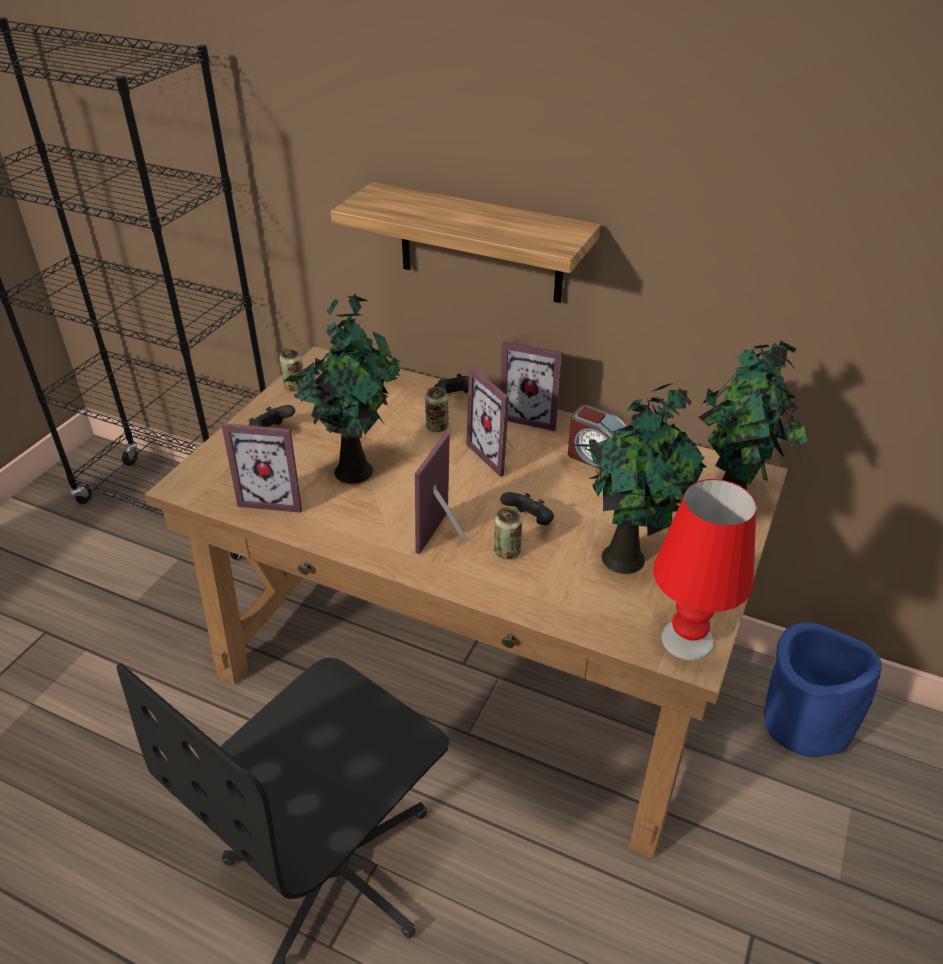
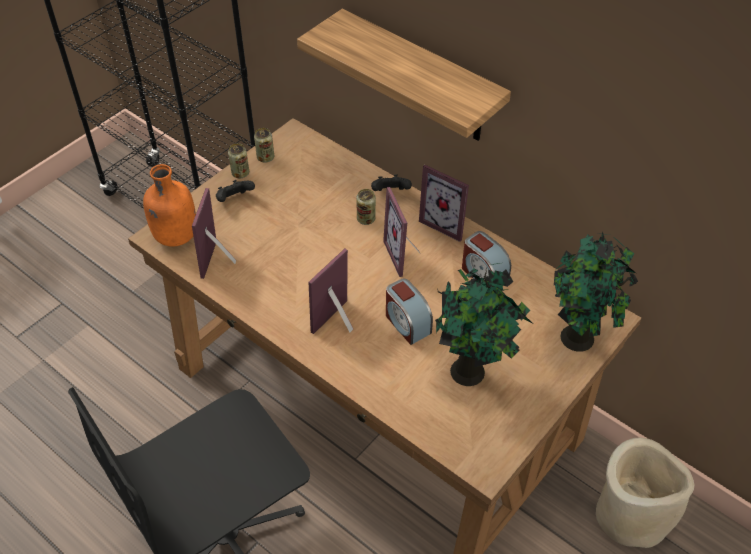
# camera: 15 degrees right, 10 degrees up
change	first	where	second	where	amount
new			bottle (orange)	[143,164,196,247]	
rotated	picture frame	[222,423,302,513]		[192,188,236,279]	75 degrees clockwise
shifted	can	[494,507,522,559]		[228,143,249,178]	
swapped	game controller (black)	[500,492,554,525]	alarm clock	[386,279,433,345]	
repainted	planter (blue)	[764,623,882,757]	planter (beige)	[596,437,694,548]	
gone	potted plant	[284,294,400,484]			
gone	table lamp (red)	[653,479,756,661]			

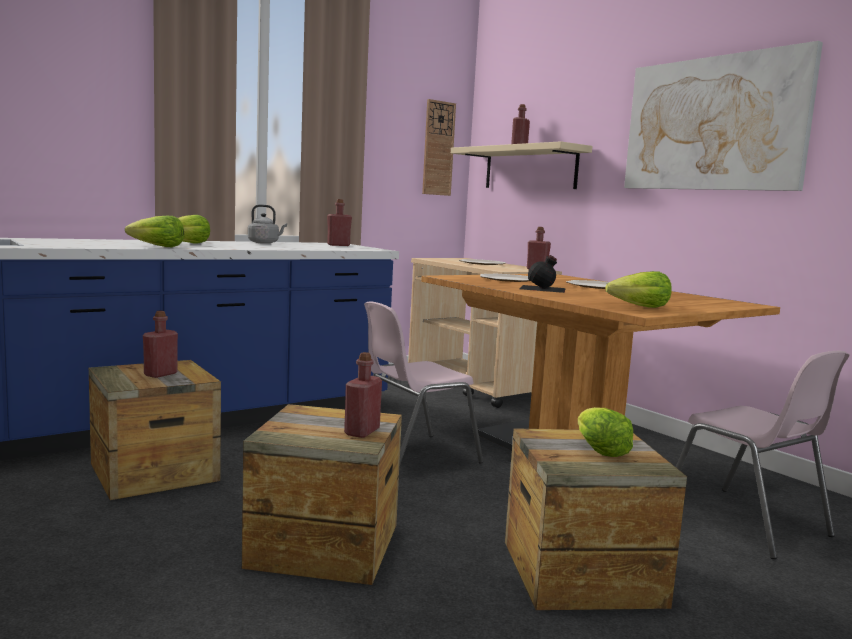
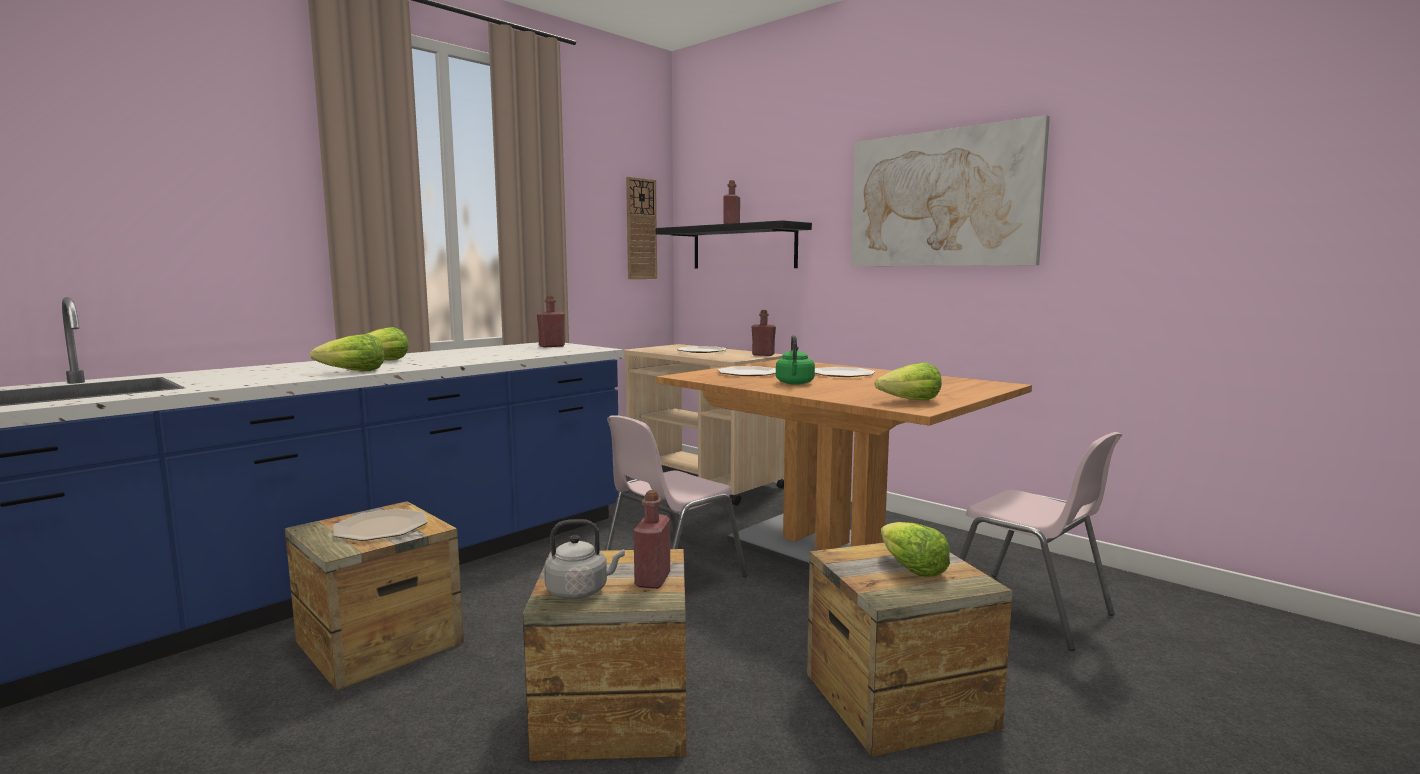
# camera: 10 degrees left, 0 degrees up
change	first	where	second	where	amount
swapped	bottle (red)	[143,311,178,378]	plate	[333,509,427,541]	
shifted	kettle (grey)	[248,204,287,244]		[544,519,625,599]	
repainted	shelf (beige)	[451,141,592,189]	shelf (black)	[656,220,812,269]	
swapped	bottle (black)	[520,255,566,293]	kettle (green)	[776,335,815,385]	

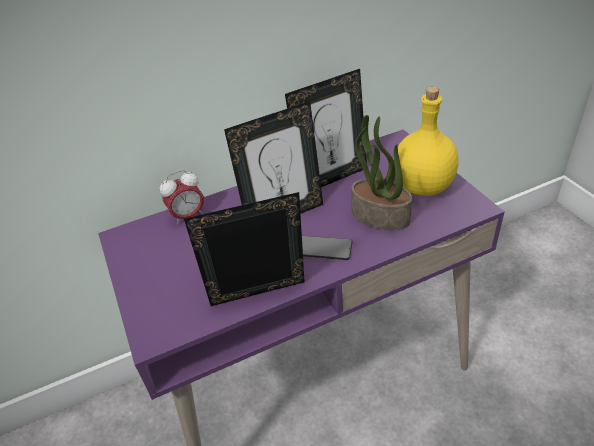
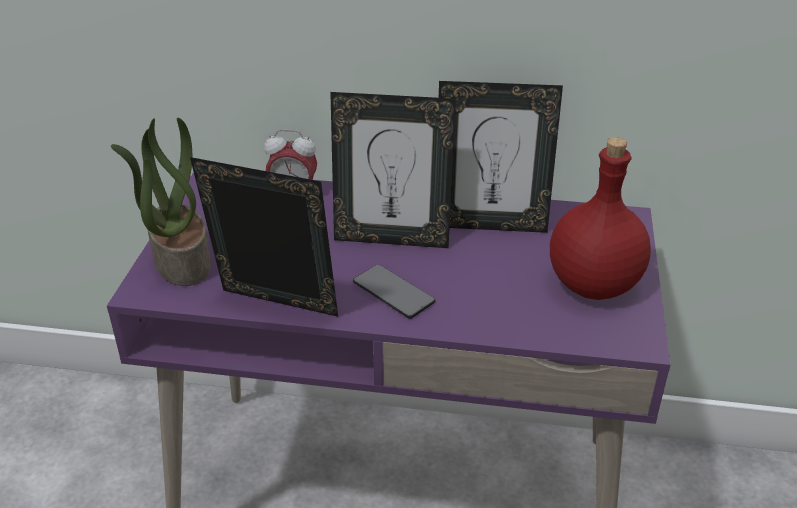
# camera: 30 degrees right, 5 degrees down
change	first	where	second	where	amount
shifted	potted plant	[351,115,412,230]		[111,118,211,286]	
repainted	bottle (yellow)	[393,86,458,196]	bottle (red)	[550,137,651,300]	

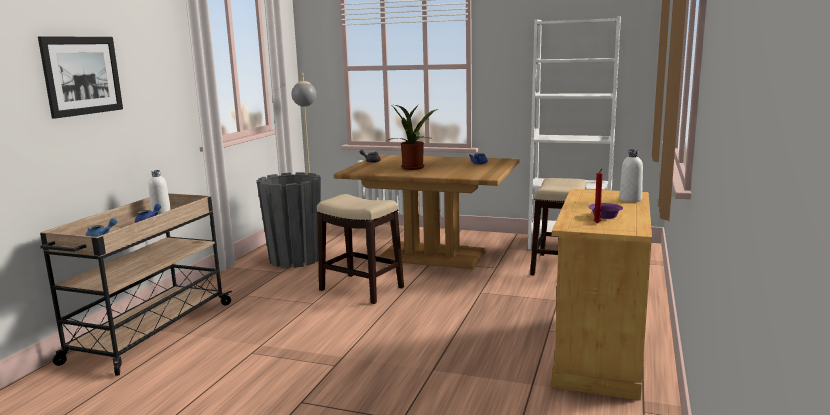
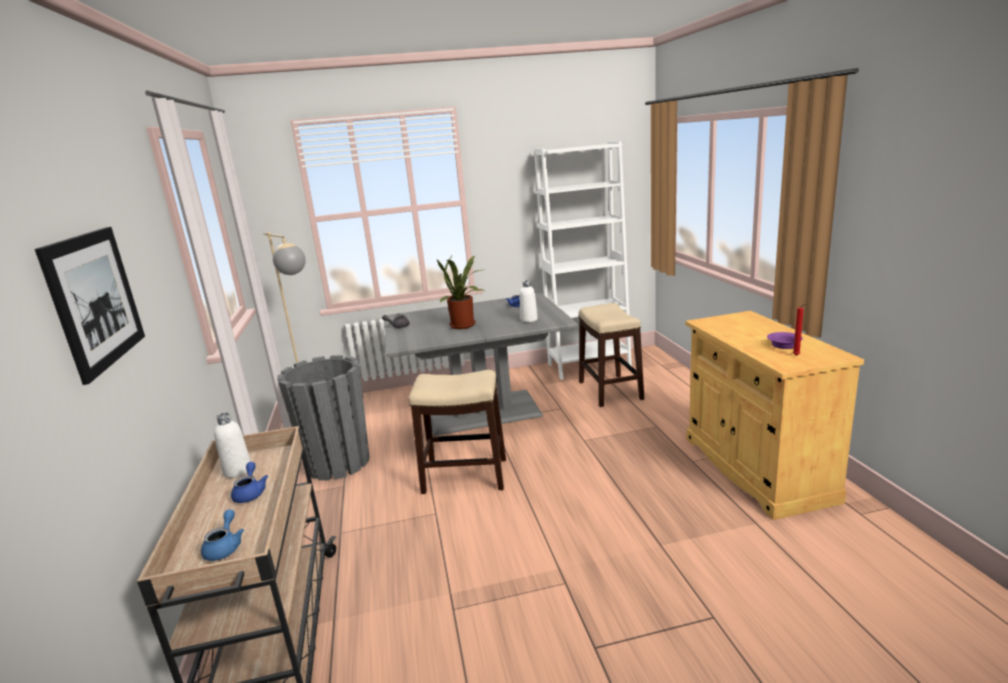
# camera: 30 degrees left, 5 degrees up
change	first	where	second	where	amount
repainted	dining table (brown)	[334,155,519,269]	dining table (grey)	[384,293,578,436]	
shifted	bottle (white)	[619,149,643,202]		[519,280,538,322]	

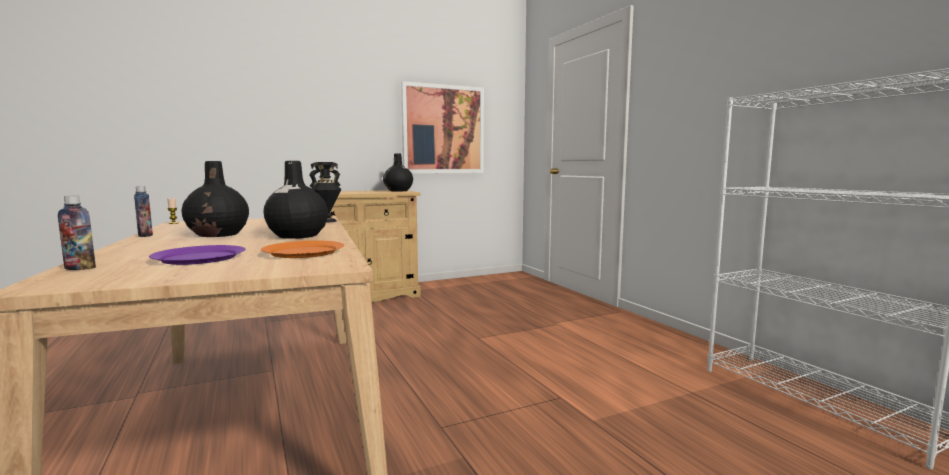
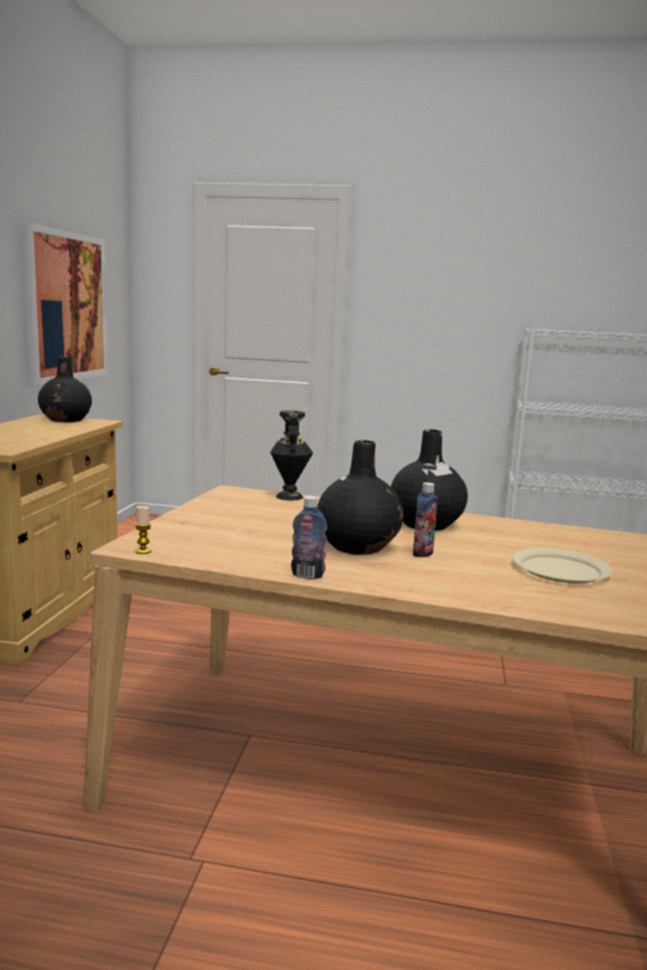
# camera: 55 degrees left, 5 degrees up
change	first	where	second	where	amount
shifted	bottle	[58,196,96,270]		[413,482,438,557]	
repainted	plate (purple)	[149,245,245,265]	plate (beige)	[512,548,613,584]	
gone	plate (orange)	[261,241,344,258]			

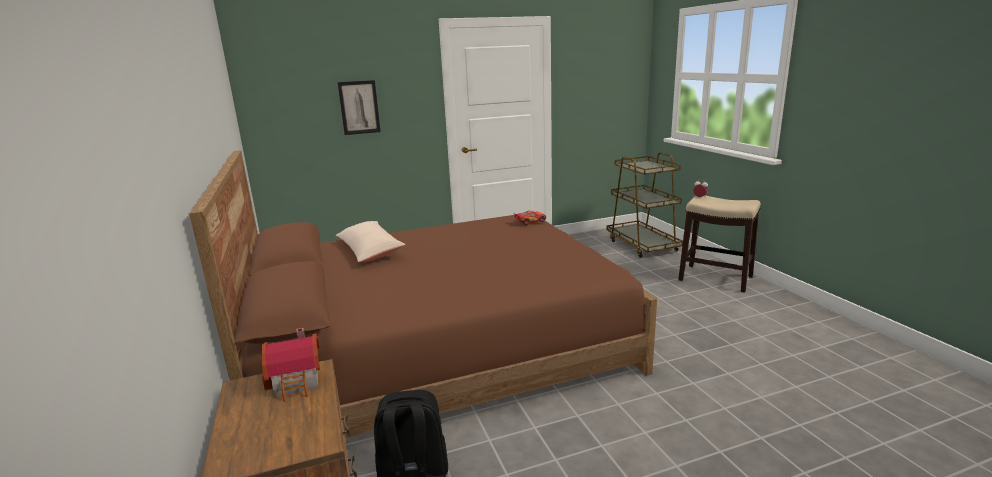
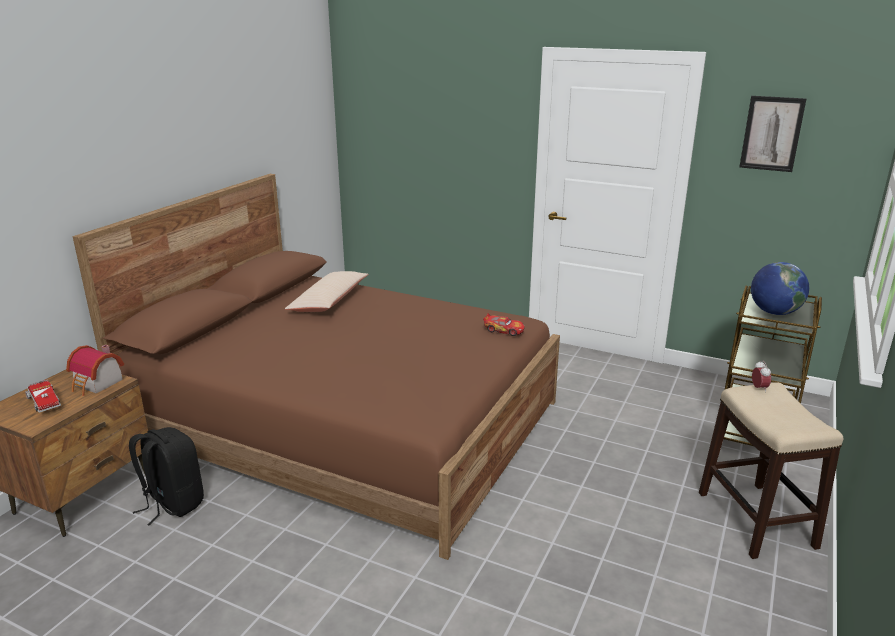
# camera: 45 degrees right, 5 degrees up
change	first	where	second	where	amount
new			toy truck	[25,380,61,412]	
shifted	picture	[338,80,381,135]		[739,96,806,172]	
new			globe	[751,262,809,315]	

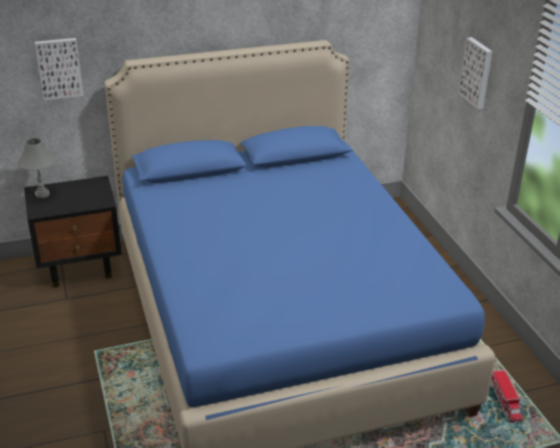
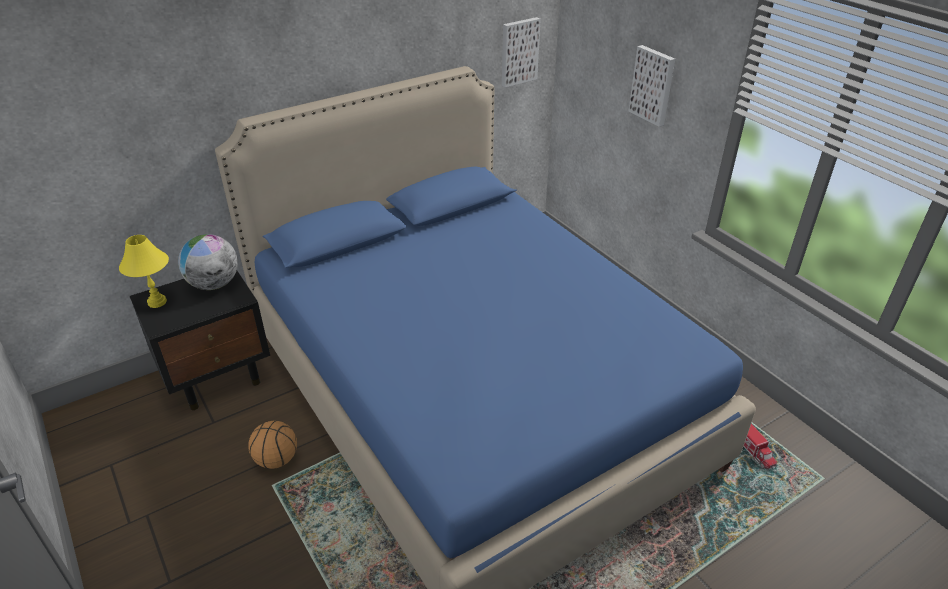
# camera: 15 degrees left, 5 degrees up
change	first	where	second	where	amount
repainted	table lamp (grey)	[18,138,56,198]	table lamp (yellow)	[119,235,169,308]	
new			globe	[178,234,238,290]	
new			basketball	[248,421,297,469]	
shifted	picture	[35,38,84,100]		[502,17,541,88]	

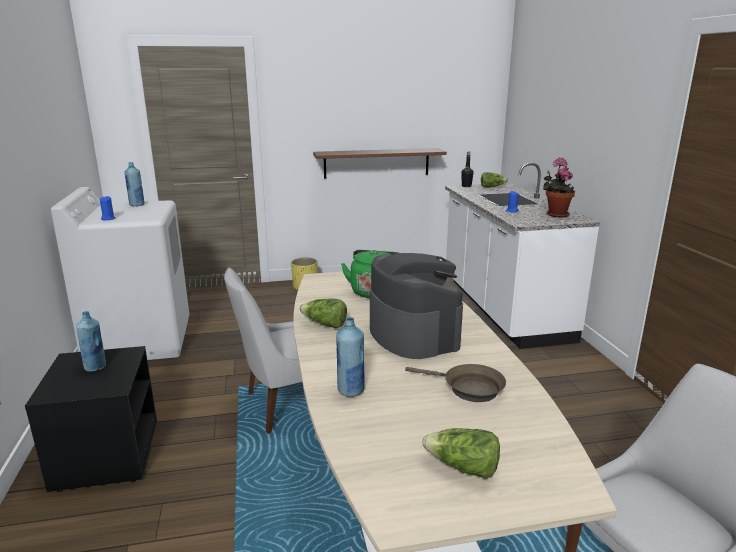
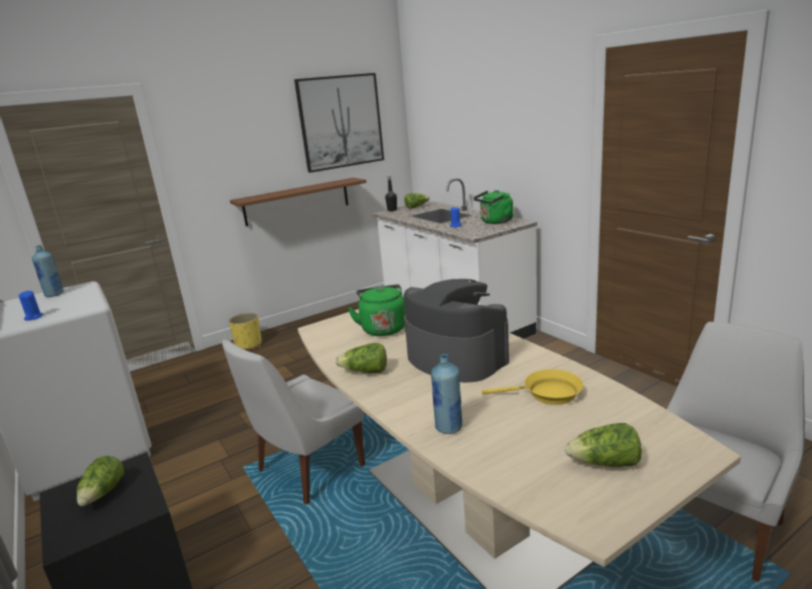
# camera: 20 degrees left, 0 degrees up
change	first	where	second	where	amount
swapped	bottle (blue)	[76,311,106,372]	lettuce	[77,456,124,506]	
new			picture	[294,73,384,173]	
swapped	potted plant	[543,157,575,218]	kettle (green)	[474,190,513,224]	
repainted	frying pan (brown)	[405,364,506,402]	frying pan (yellow)	[482,369,583,405]	

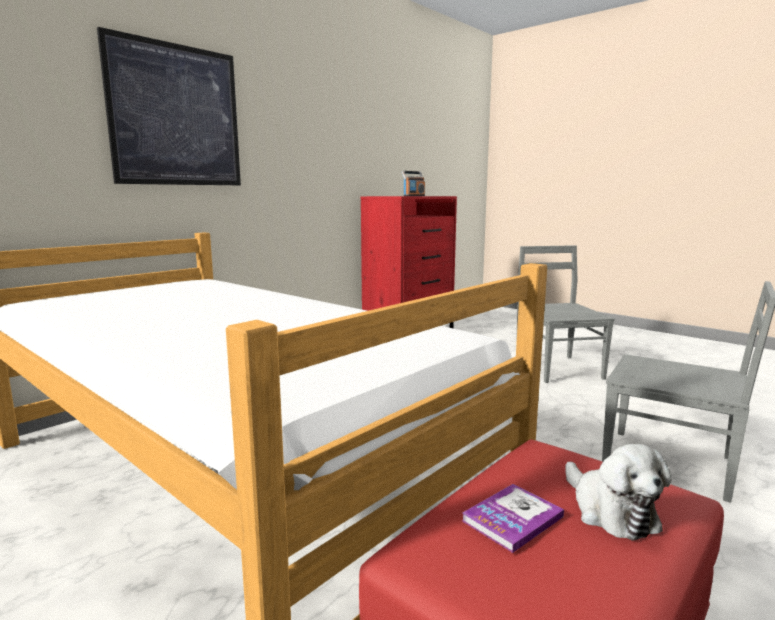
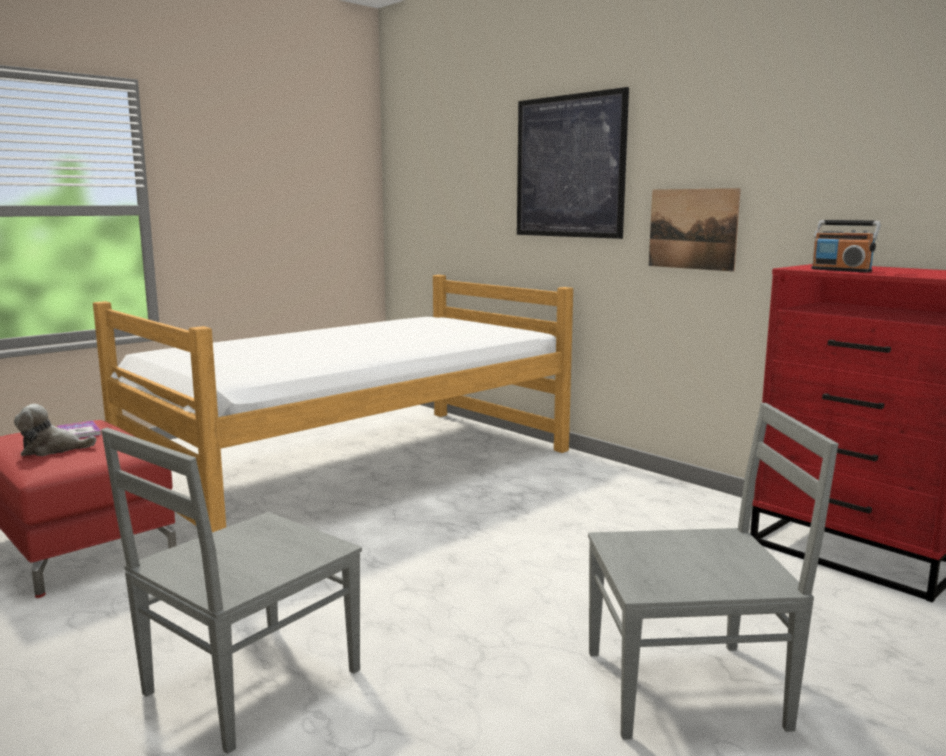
# camera: 95 degrees right, 0 degrees up
change	first	where	second	where	amount
new			picture	[649,188,741,272]	

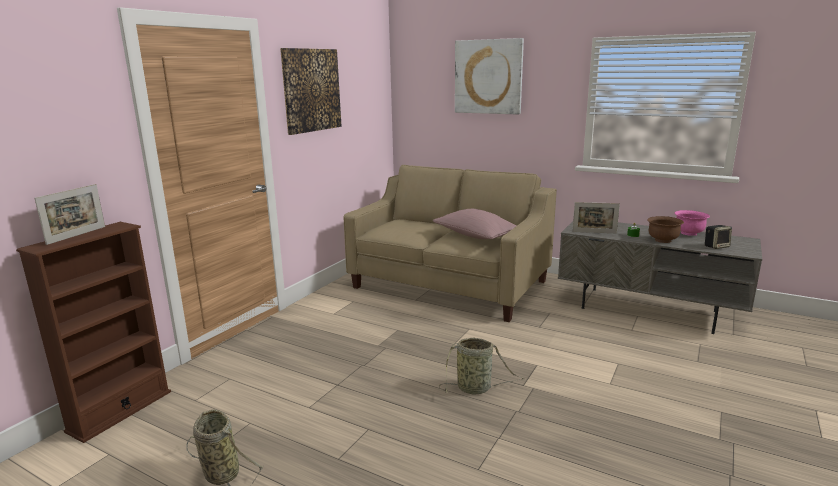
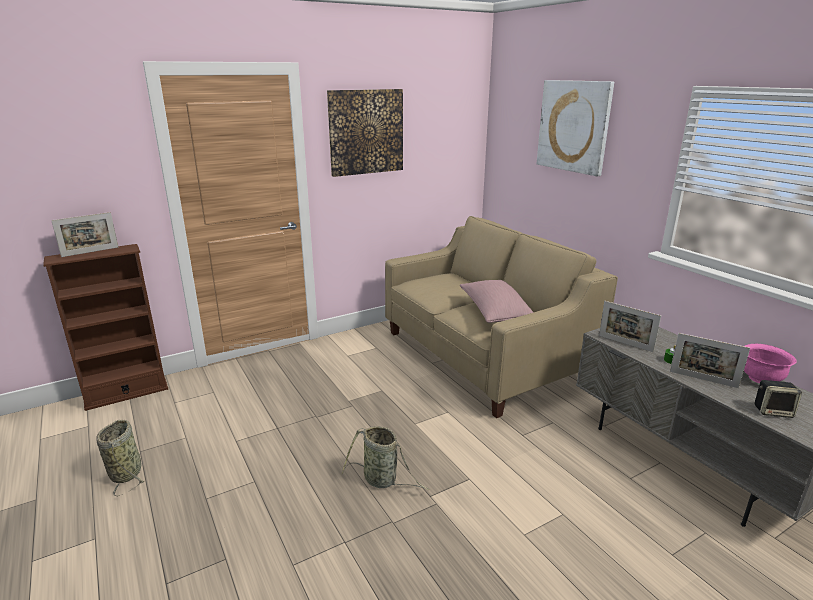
# camera: 30 degrees right, 5 degrees up
change	first	where	second	where	amount
swapped	bowl (brown)	[647,216,684,243]	picture frame	[670,333,750,388]	

